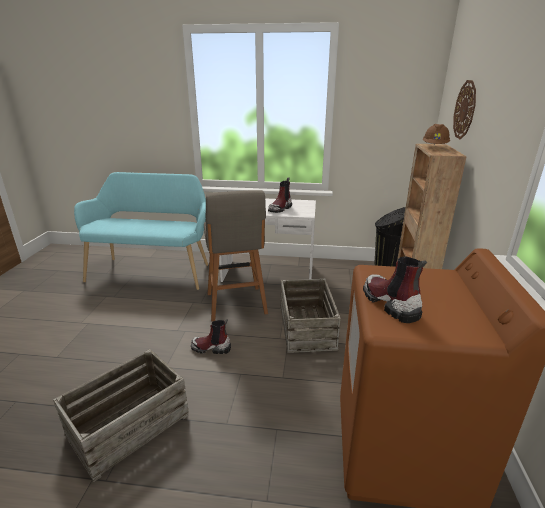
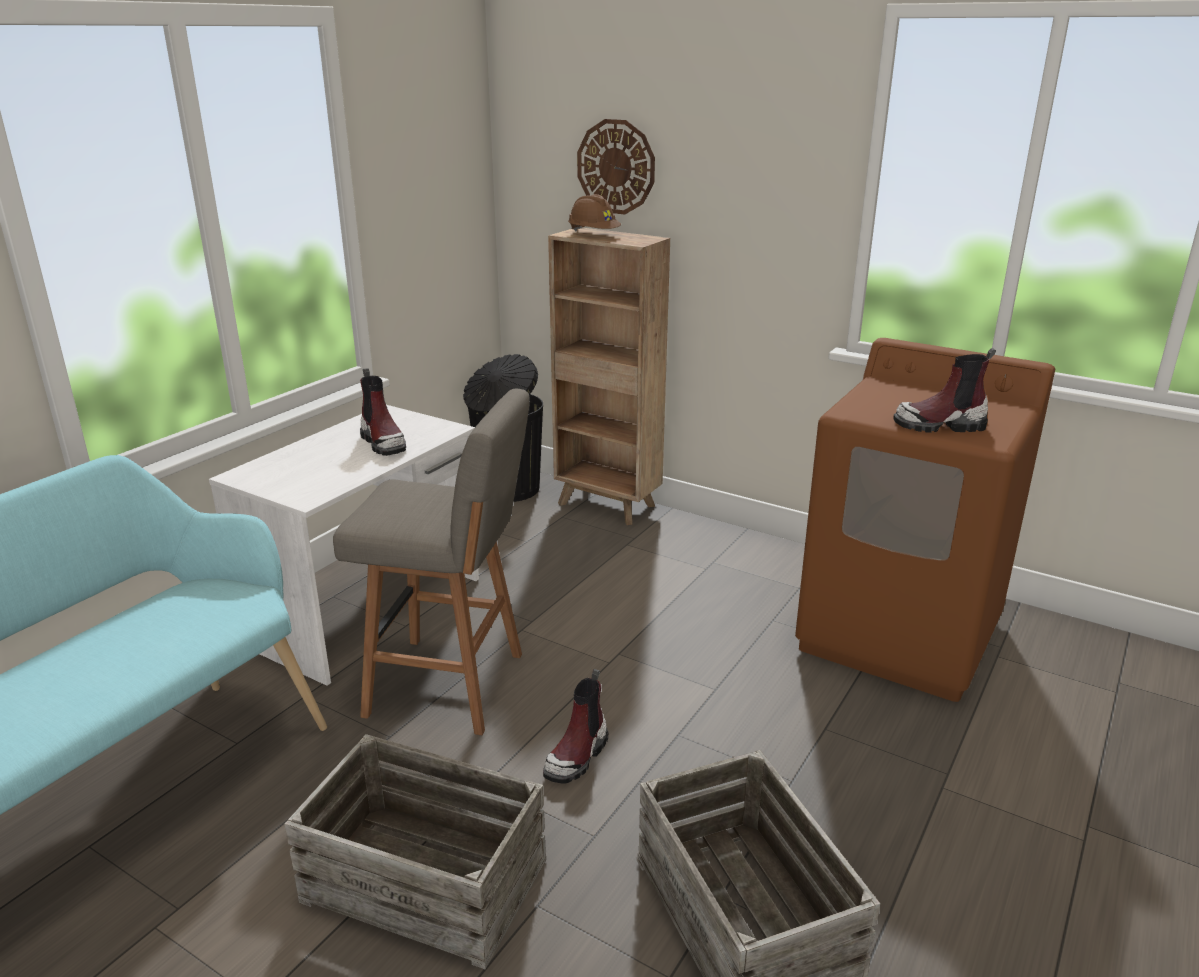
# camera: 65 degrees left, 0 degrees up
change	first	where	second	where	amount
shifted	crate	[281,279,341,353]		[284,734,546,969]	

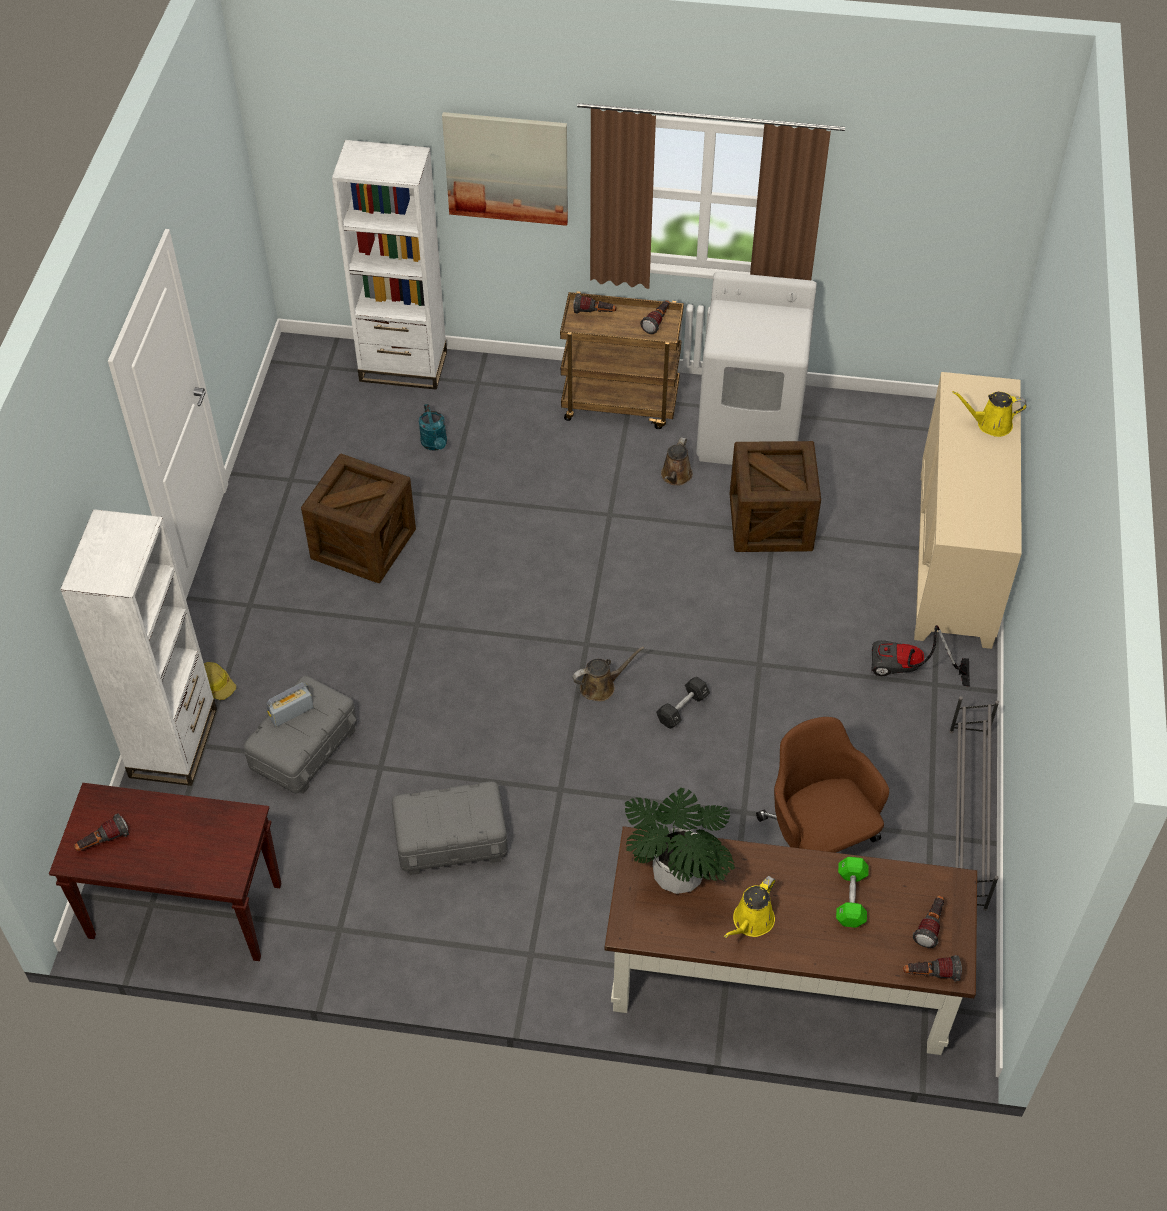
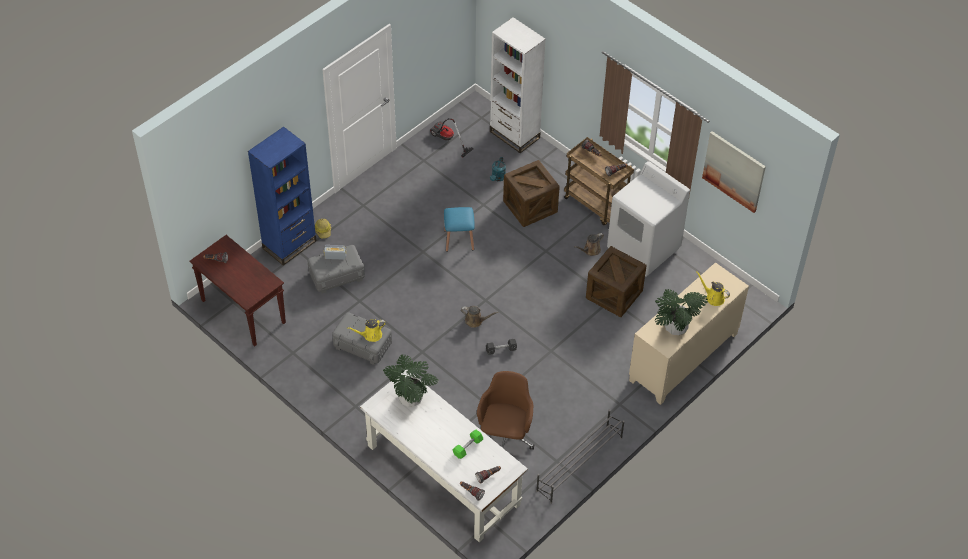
# camera: 35 degrees right, 0 degrees up
change	first	where	second	where	amount
repainted	bookcase (white)	[60,509,217,786]	bookcase (blue)	[248,127,316,265]	
shifted	watering can (yellow)	[724,876,775,938]		[347,319,386,342]	
repainted	desk (brown)	[605,826,977,1055]	desk (white)	[360,370,528,542]	
shifted	vacuum cleaner	[871,625,970,687]		[430,118,474,157]	
new			stool (blue)	[444,207,475,252]	
shifted	crate	[301,454,416,583]		[503,160,560,227]	
new			potted plant	[655,289,708,335]	
shifted	picture	[442,112,568,226]		[702,131,766,213]	

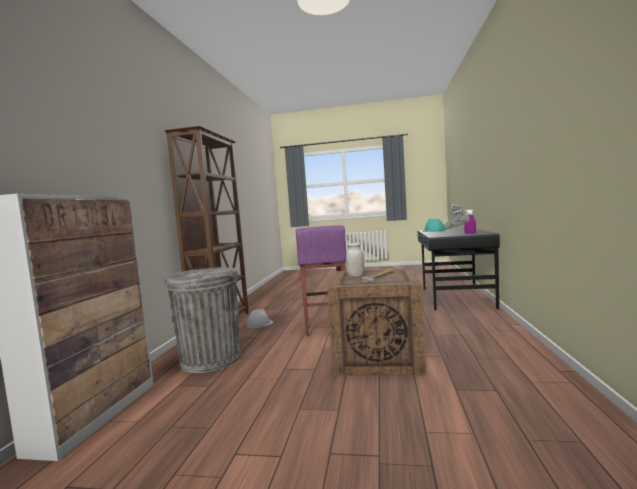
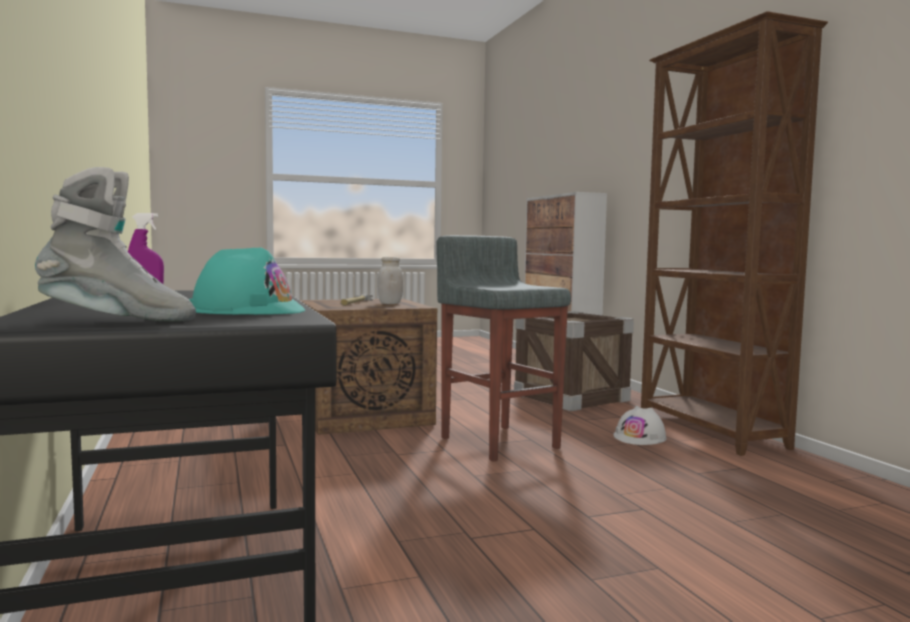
# camera: 150 degrees right, 0 degrees up
change	first	where	second	where	amount
repainted	stool (purple)	[296,225,346,336]	stool (grey)	[436,235,571,462]	
swapped	trash can (grey)	[165,267,240,373]	crate	[514,311,634,411]	

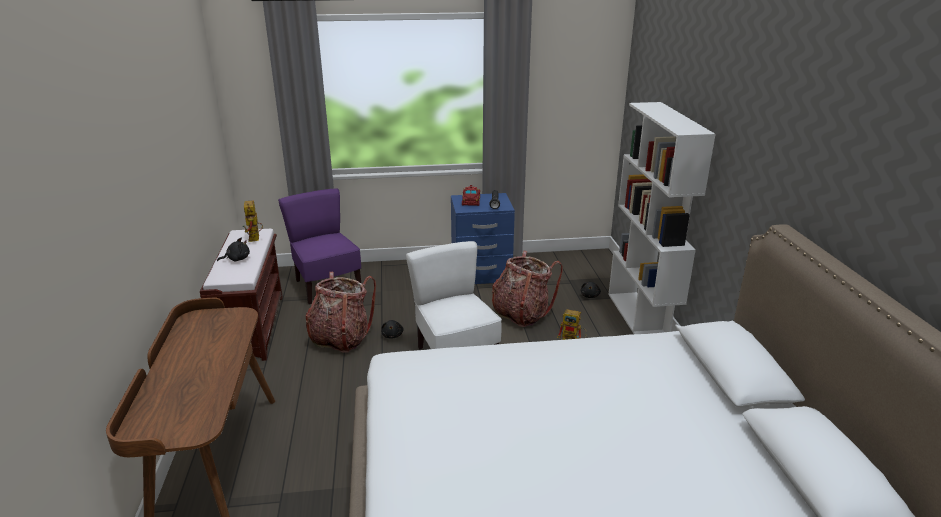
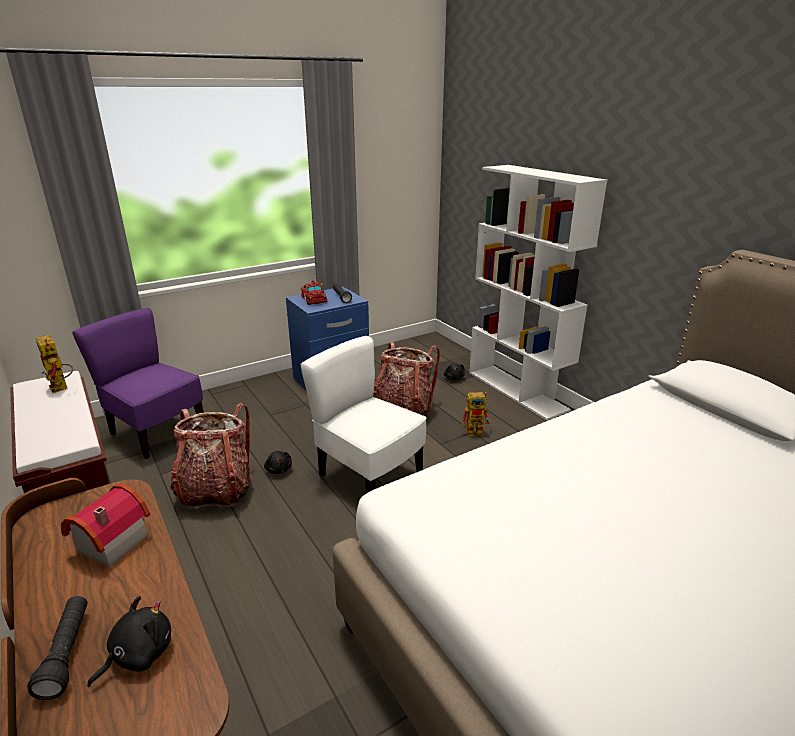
# camera: 25 degrees left, 0 degrees up
change	first	where	second	where	amount
new			flashlight (black)	[27,596,88,700]	
new			toy house	[61,484,150,567]	
shifted	plush toy (black)	[217,238,250,262]		[87,596,171,687]	

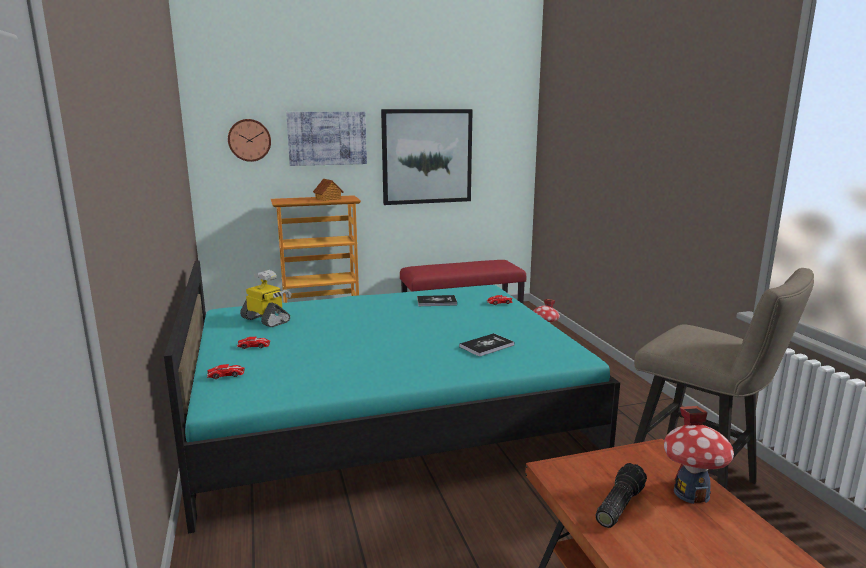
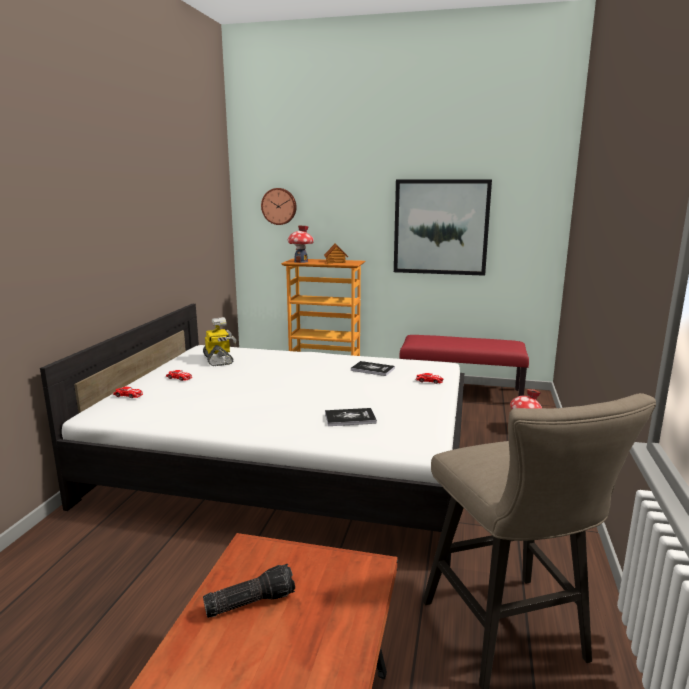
# camera: 30 degrees right, 0 degrees up
change	first	where	second	where	amount
repainted	bed (turquoise)	[164,261,620,534]	bed (white)	[40,304,464,567]	
shifted	toy house	[664,406,734,504]		[288,226,314,263]	
gone	picture	[286,112,367,166]			

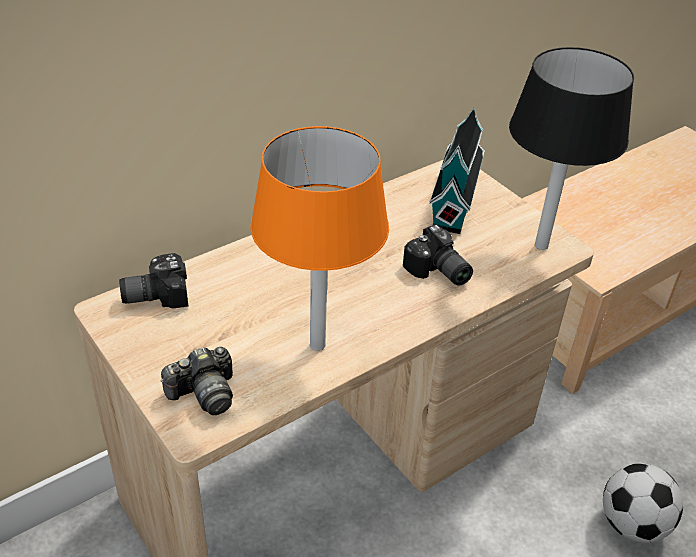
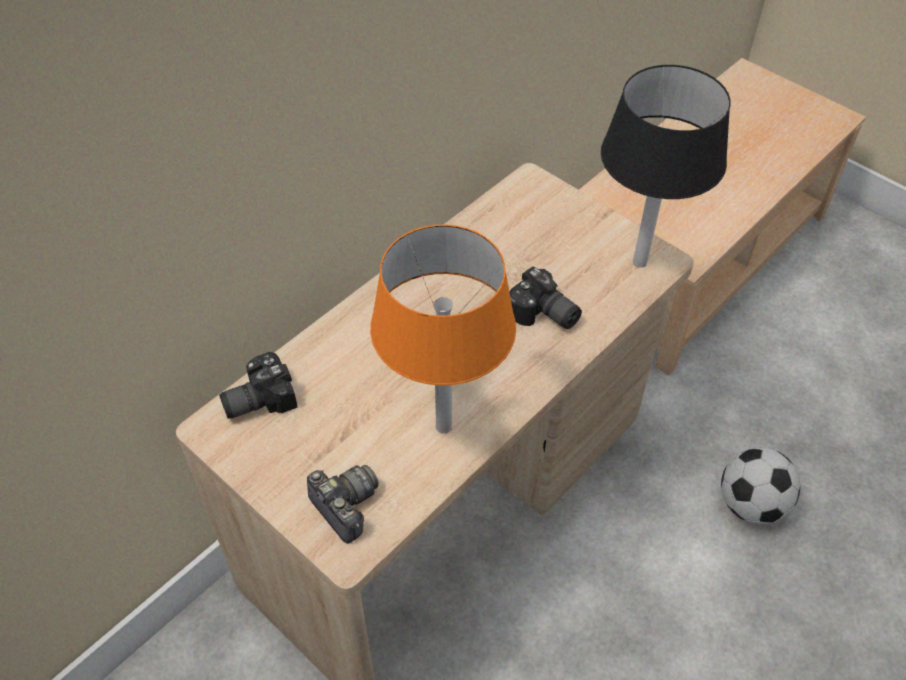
# camera: 10 degrees left, 10 degrees up
change	first	where	second	where	amount
rotated	photo camera	[161,347,233,415]		[307,465,379,544]	90 degrees counterclockwise
gone	toy house	[429,108,485,234]			

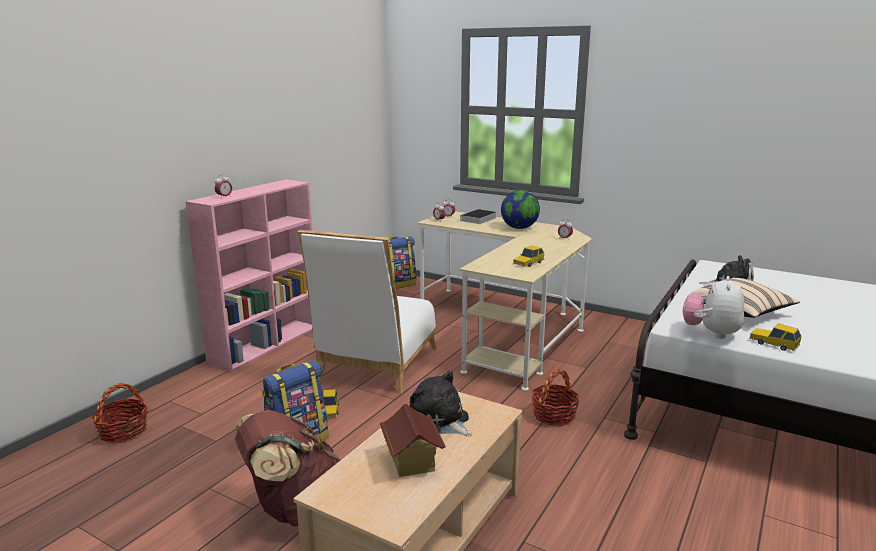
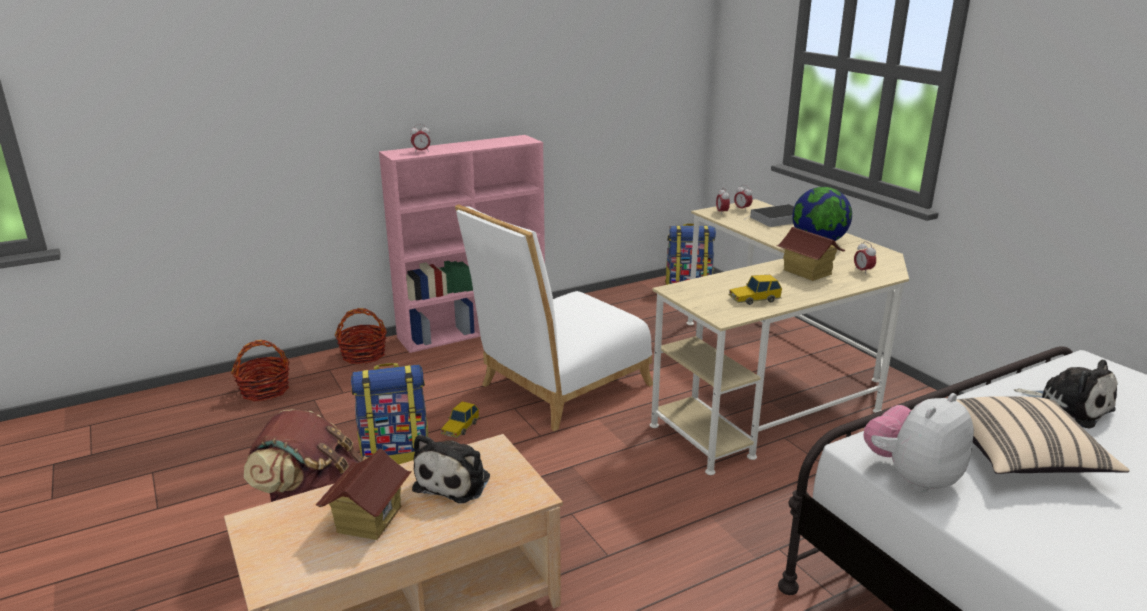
# camera: 30 degrees right, 5 degrees up
change	first	where	second	where	amount
shifted	basket	[531,369,580,426]		[334,308,387,364]	
rotated	plush toy	[409,371,472,436]		[412,434,490,503]	150 degrees counterclockwise
new			toy house	[776,227,845,281]	
gone	toy car	[750,323,802,351]			

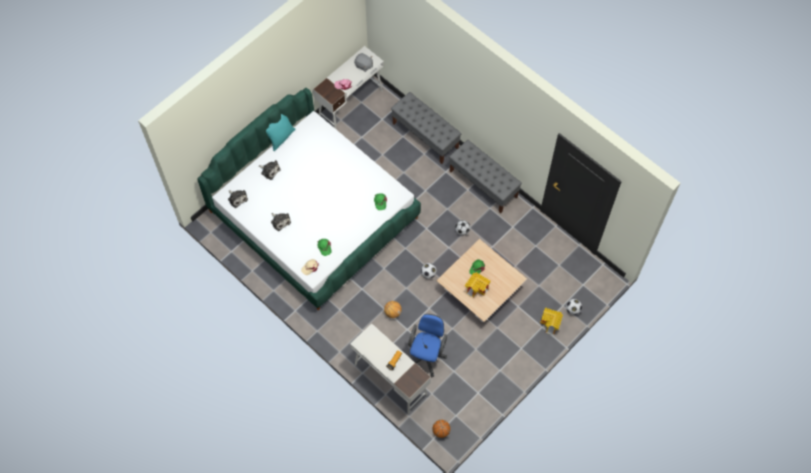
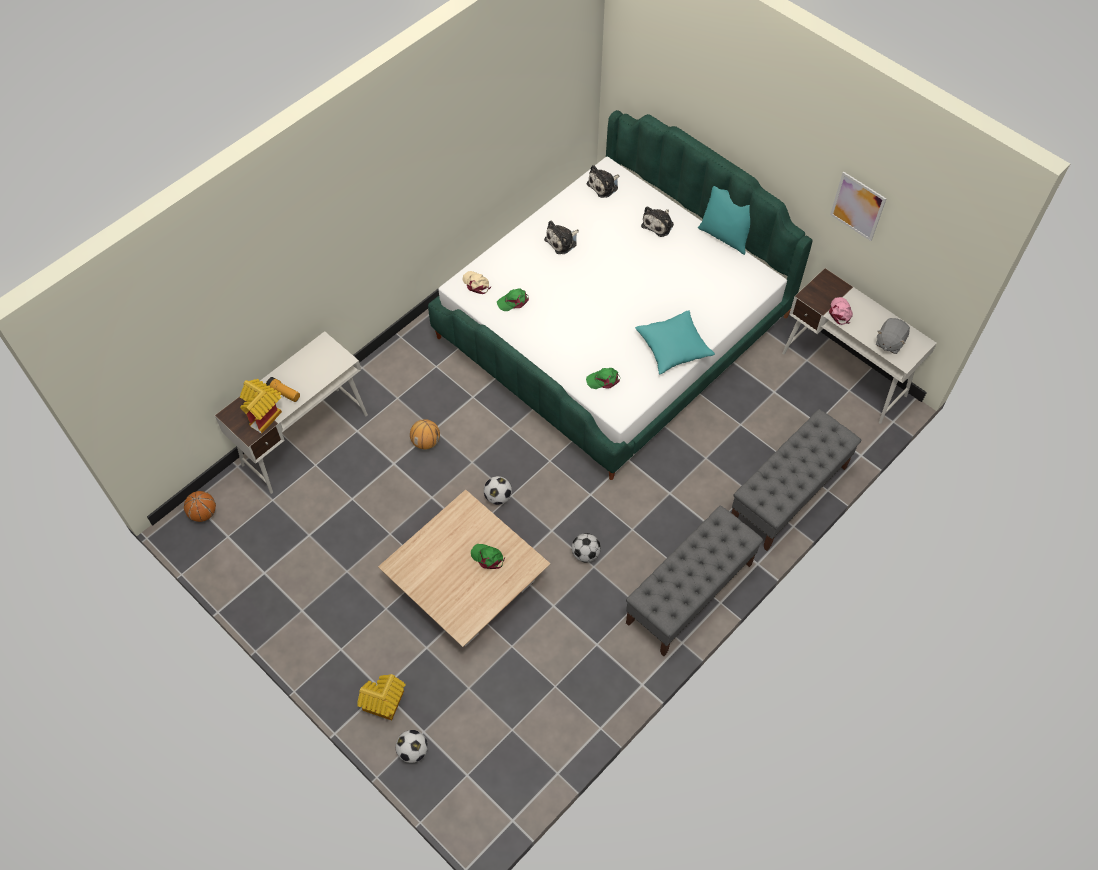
# camera: 90 degrees right, 5 degrees down
change	first	where	second	where	amount
shifted	toy house	[465,272,490,298]		[240,379,282,434]	
new			pillow (turquoise)	[635,310,715,374]	
new			picture	[830,172,886,241]	
gone	office chair (blue)	[408,314,447,377]			

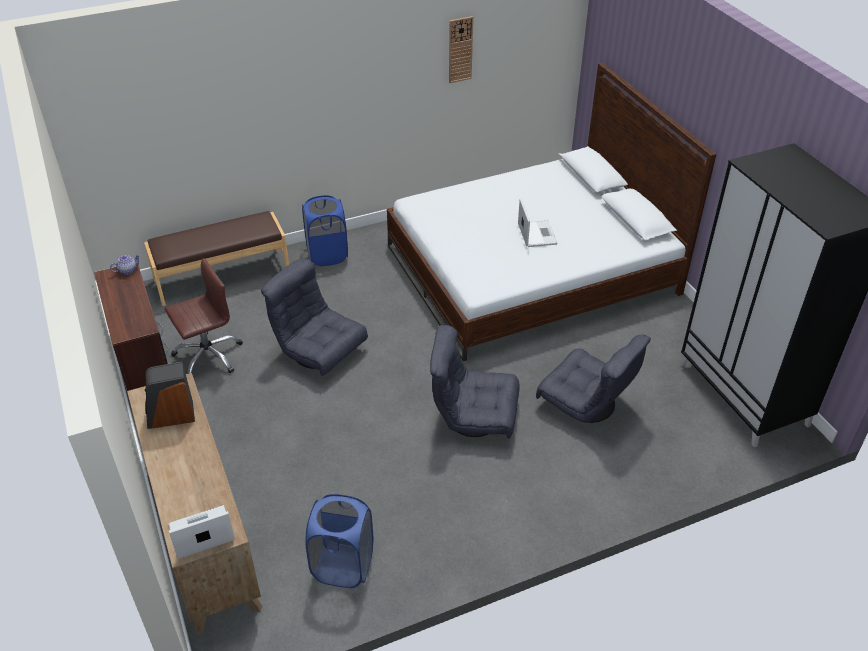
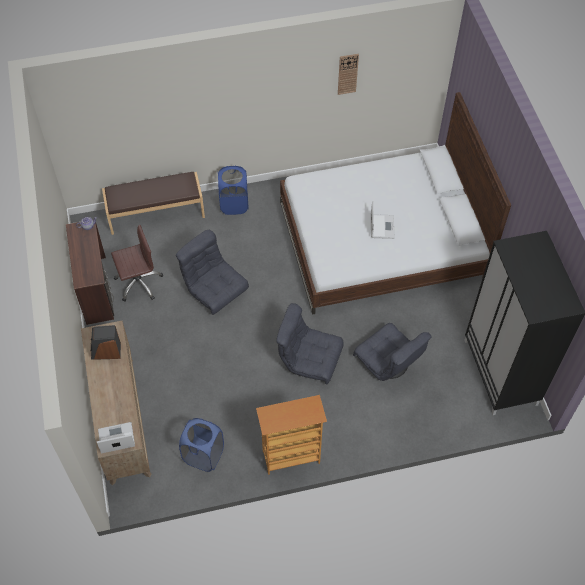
# camera: 10 degrees right, 15 degrees up
change	first	where	second	where	amount
new			bookcase	[256,395,327,475]	

